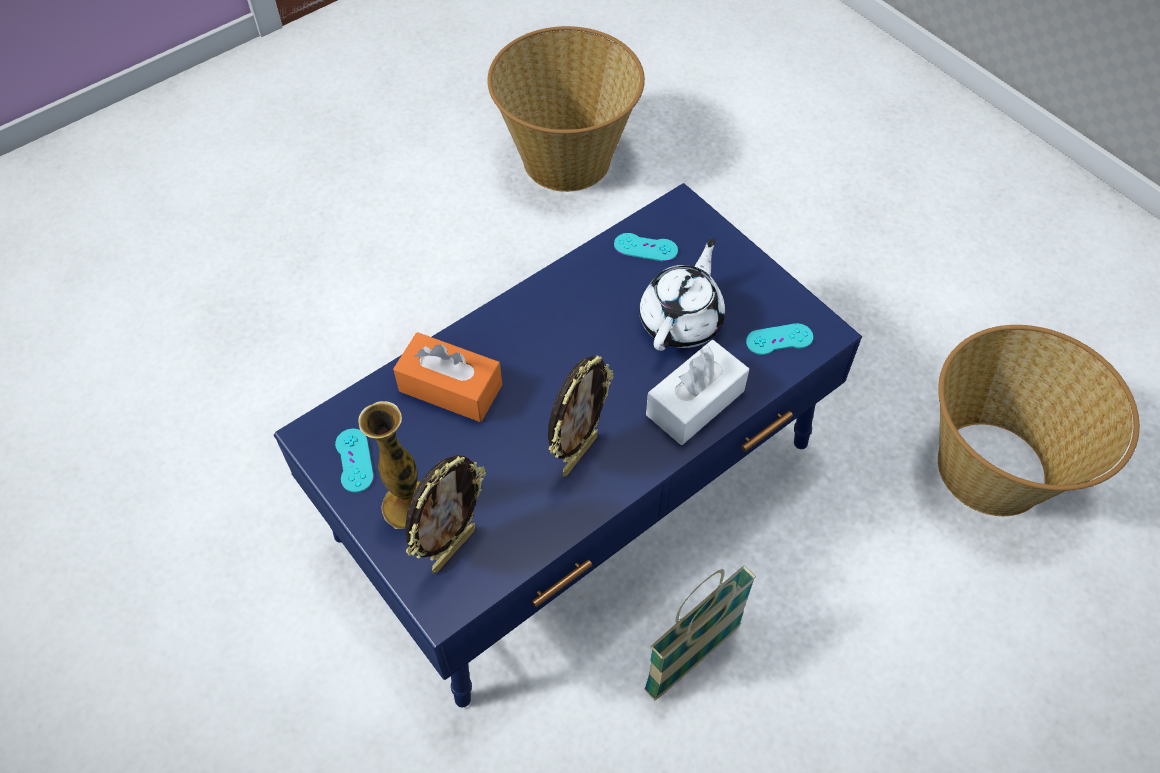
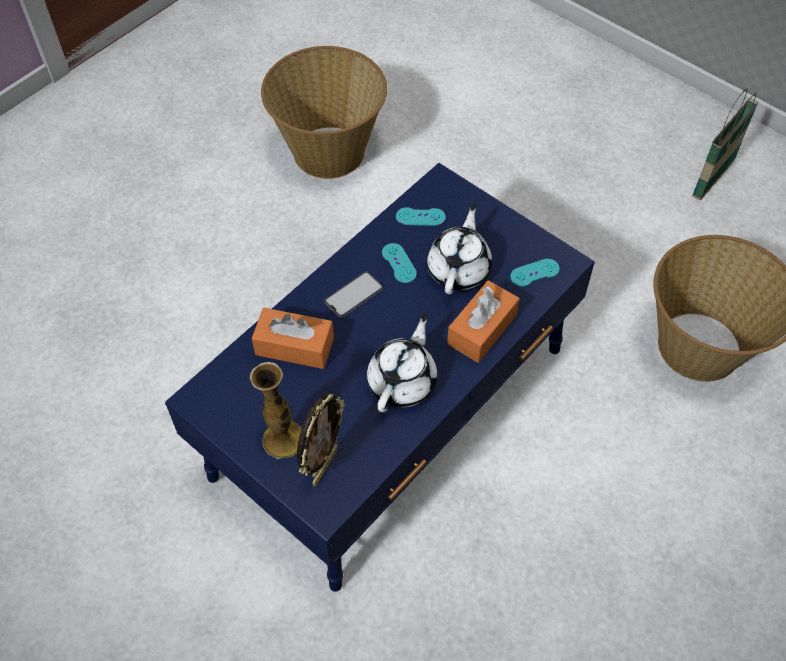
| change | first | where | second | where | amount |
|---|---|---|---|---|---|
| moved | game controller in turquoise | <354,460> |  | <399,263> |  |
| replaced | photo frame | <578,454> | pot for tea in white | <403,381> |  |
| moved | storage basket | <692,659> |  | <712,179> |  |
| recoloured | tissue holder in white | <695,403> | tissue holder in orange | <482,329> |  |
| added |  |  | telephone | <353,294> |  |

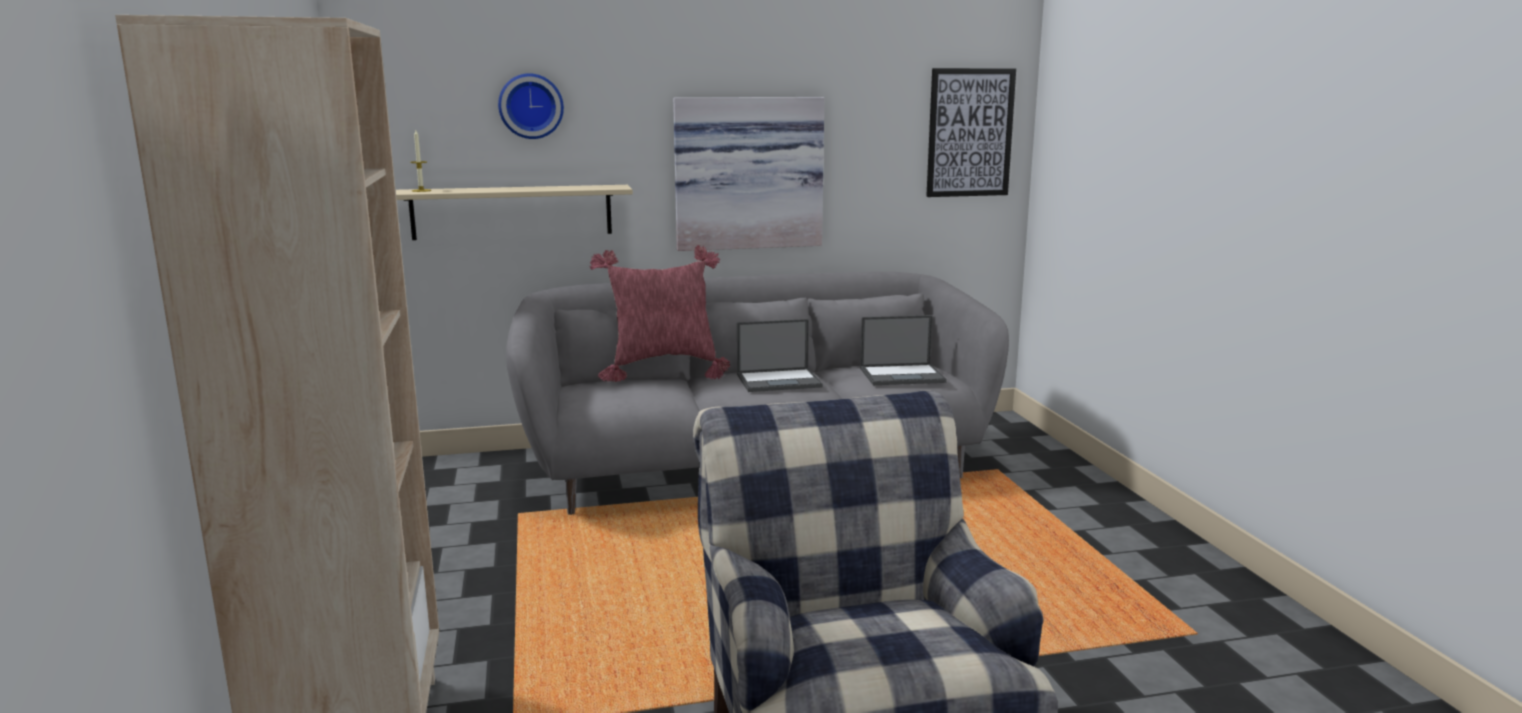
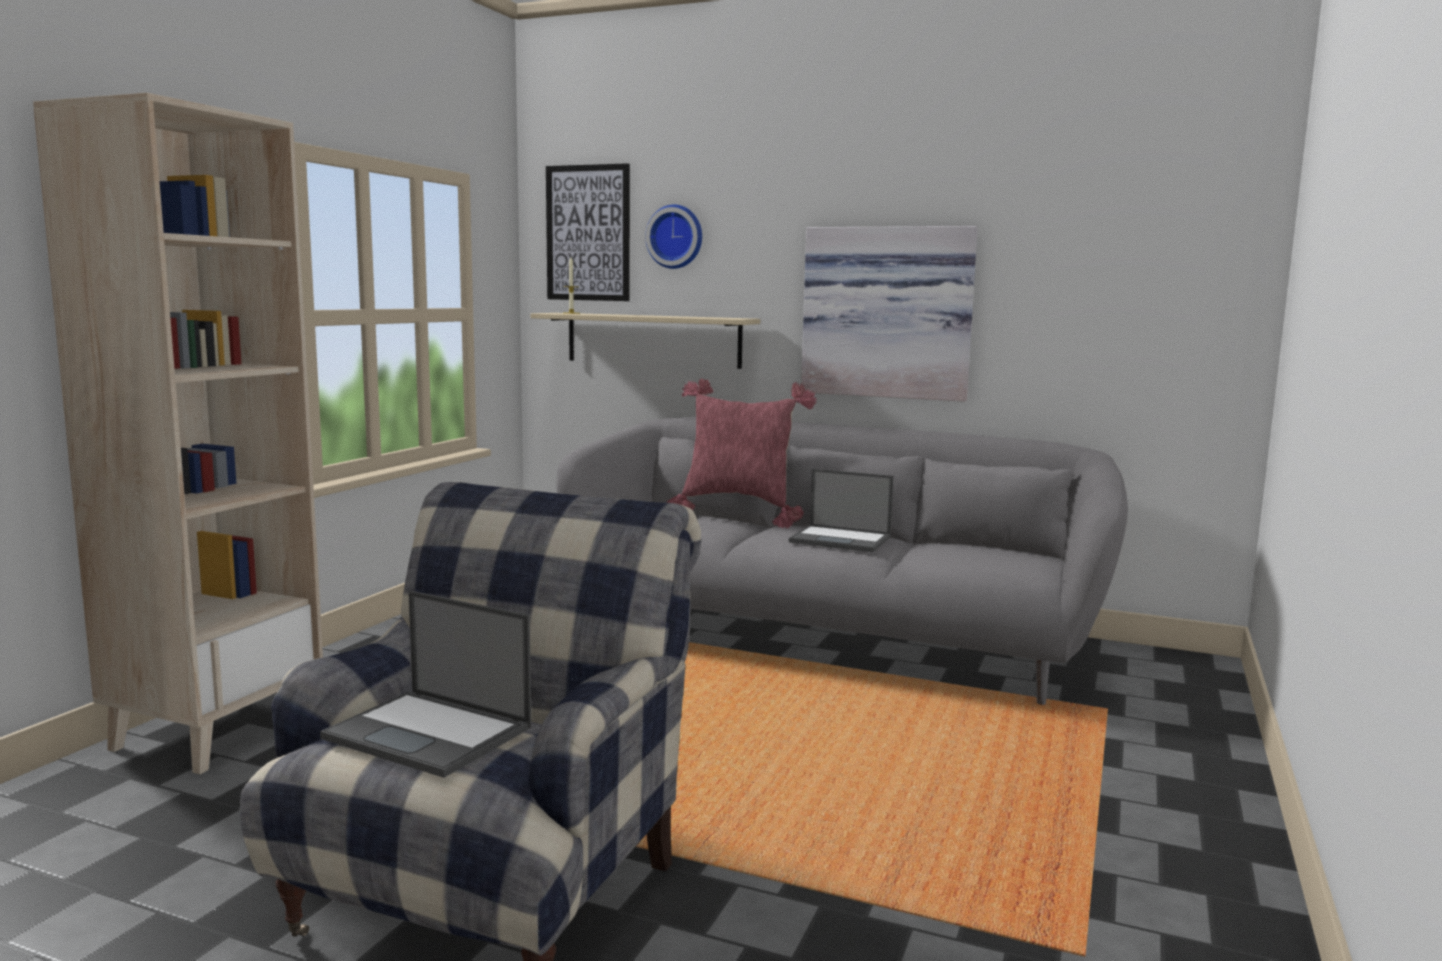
| change | first | where | second | where | amount |
|---|---|---|---|---|---|
| moved | notebook computer | <903,375> |  | <431,733> |  |
| moved | wall art | <970,133> |  | <588,233> |  |

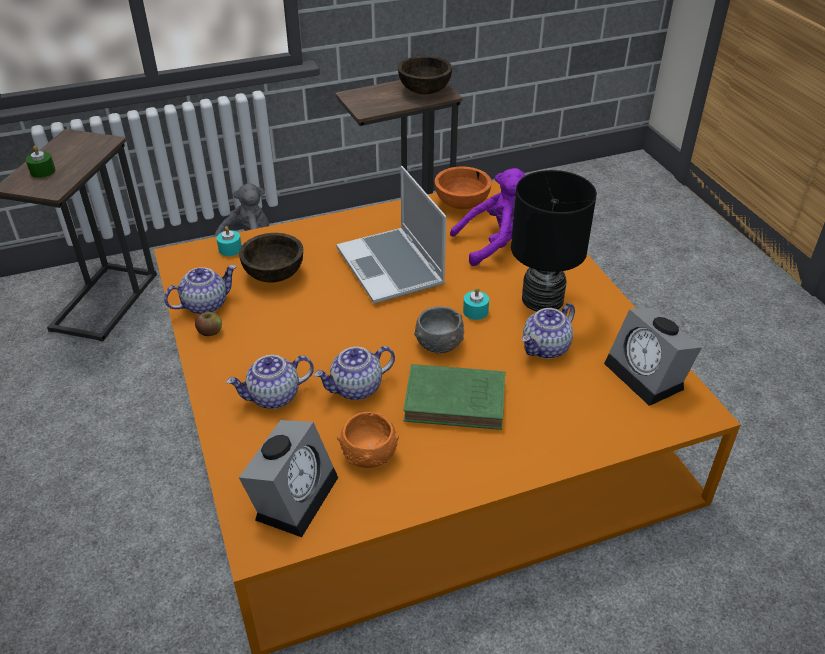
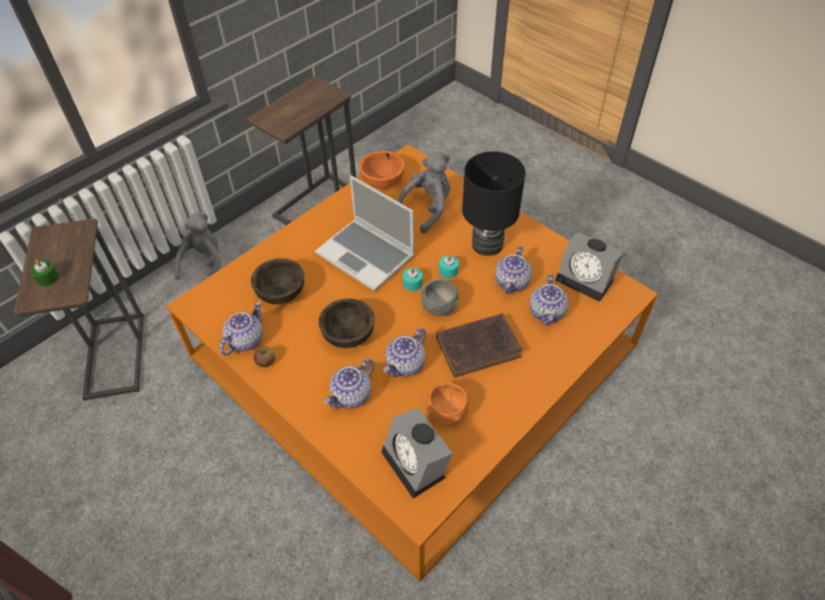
| change | first | where | second | where | amount |
|---|---|---|---|---|---|
| moved | candle in turquoise | <230,249> |  | <412,283> |  |
| turned | alarm clock | <294,494> |  | <417,464> | 150 degrees clockwise |
| moved | serving bowl in brown-coloured | <425,90> |  | <349,335> |  |
| recoloured | bound book in greenish | <458,401> | bound book in brown-coloured | <480,347> |  |
| recoloured | soft toy in purple | <494,243> | soft toy in greyish | <427,209> |  |
| added |  |  | pot for tea | <547,312> |  |

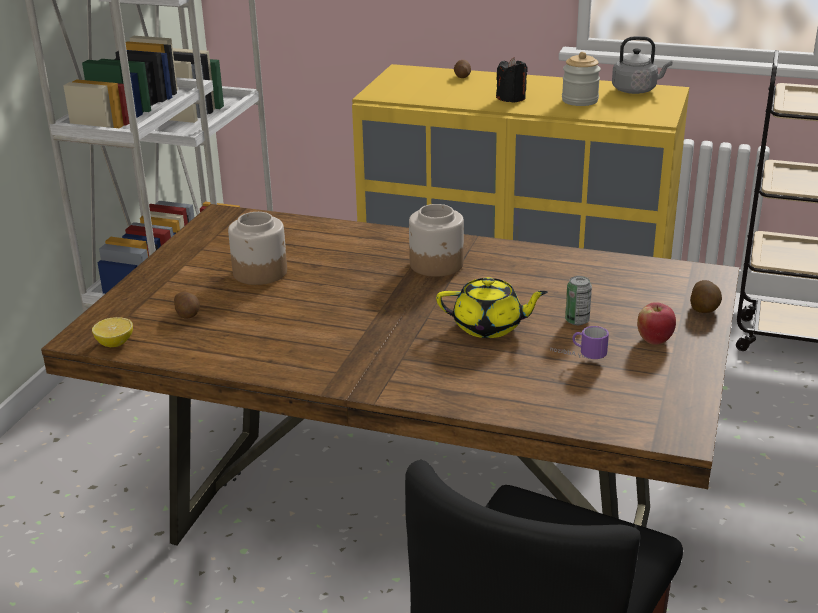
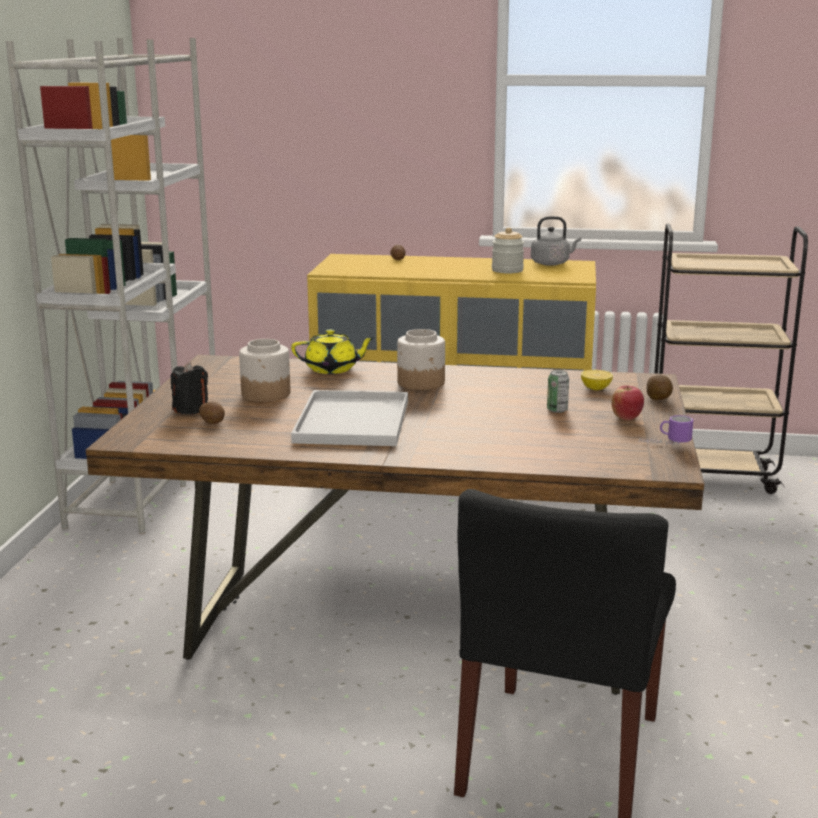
| change | first | where | second | where | amount |
|---|---|---|---|---|---|
| moved | citrus fruit | <115,343> |  | <596,388> |  |
| moved | pot for tea in yellow | <489,327> |  | <332,369> |  |
| moved | candle in black | <511,98> |  | <191,409> |  |
| moved | mug | <578,357> |  | <664,444> |  |
| added |  |  | tray in white | <353,422> |  |

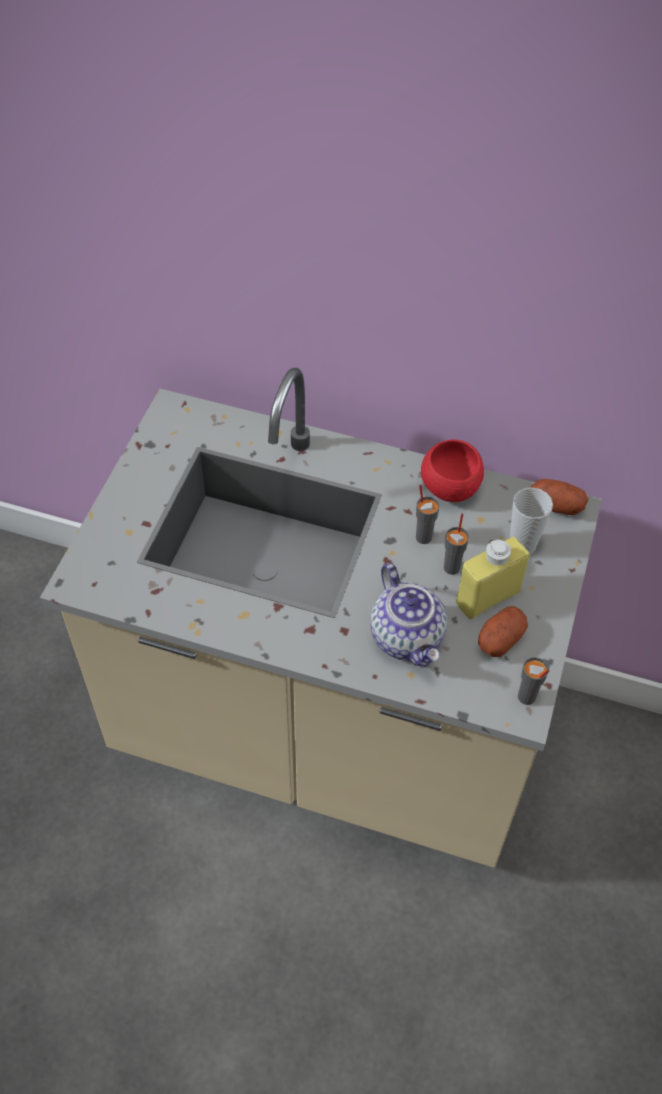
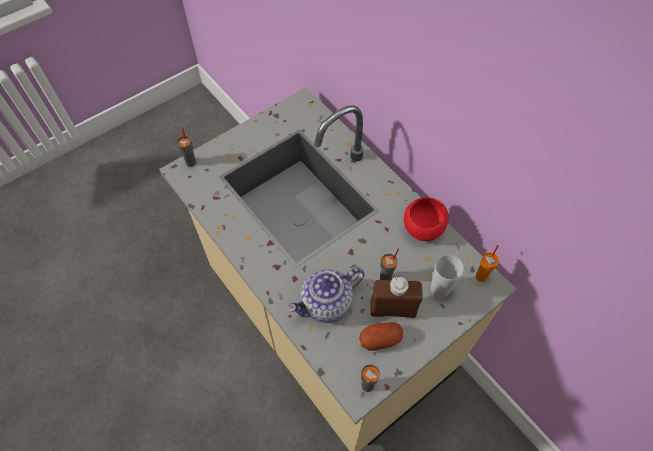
| change | first | where | second | where | amount |
|---|---|---|---|---|---|
| turned | pot for tea | <408,637> |  | <326,304> | 45 degrees clockwise |
| moved | drinking cup in greyish | <423,537> |  | <191,162> |  |
| recoloured | drink bottle in yellow | <487,597> | drink bottle in brown-coloured | <392,309> |  |
| replaced | potato | <555,505> | drinking cup in orange | <481,276> |  |

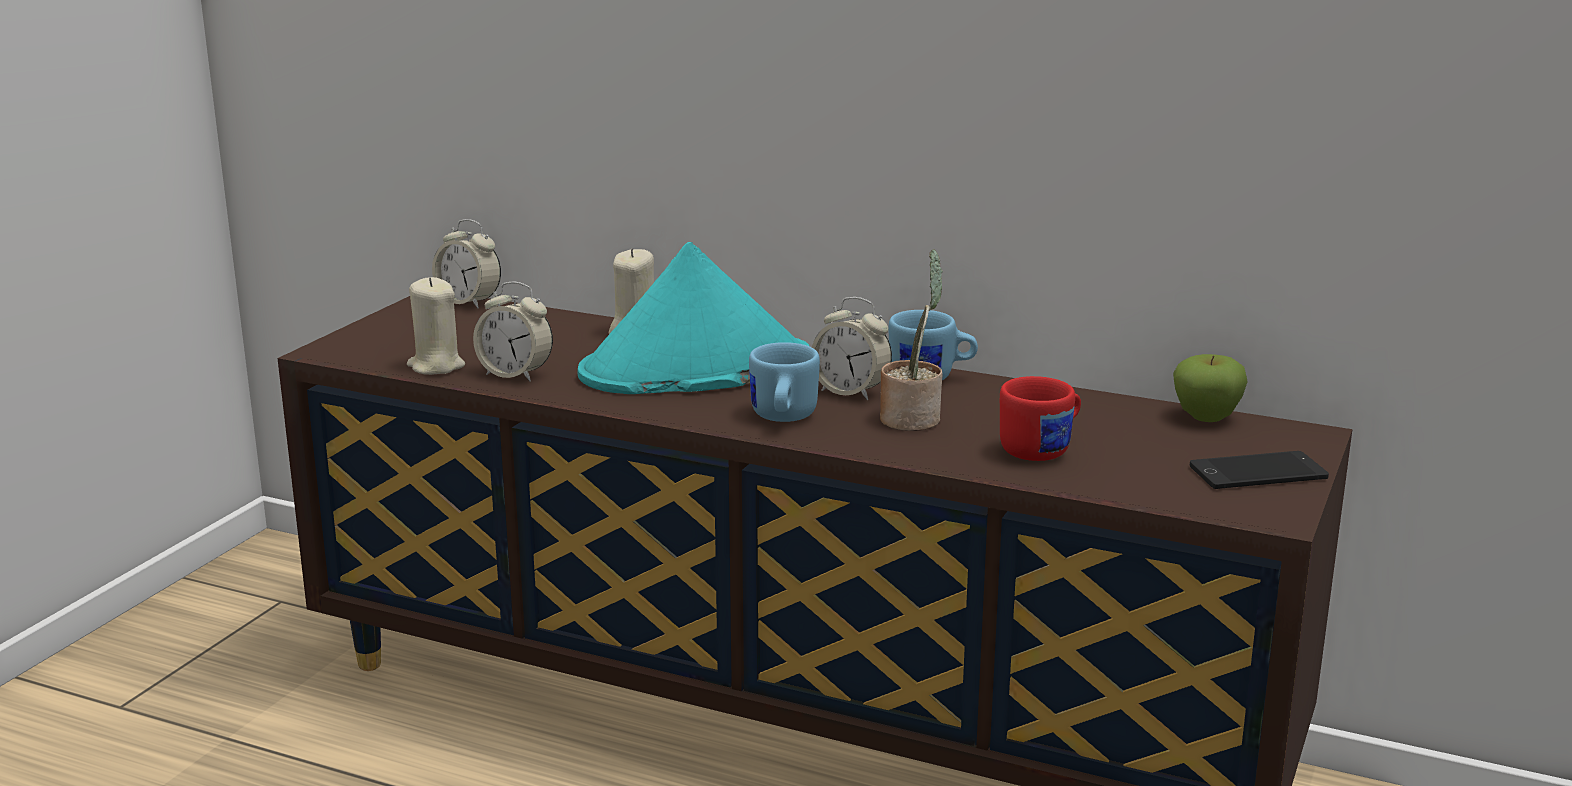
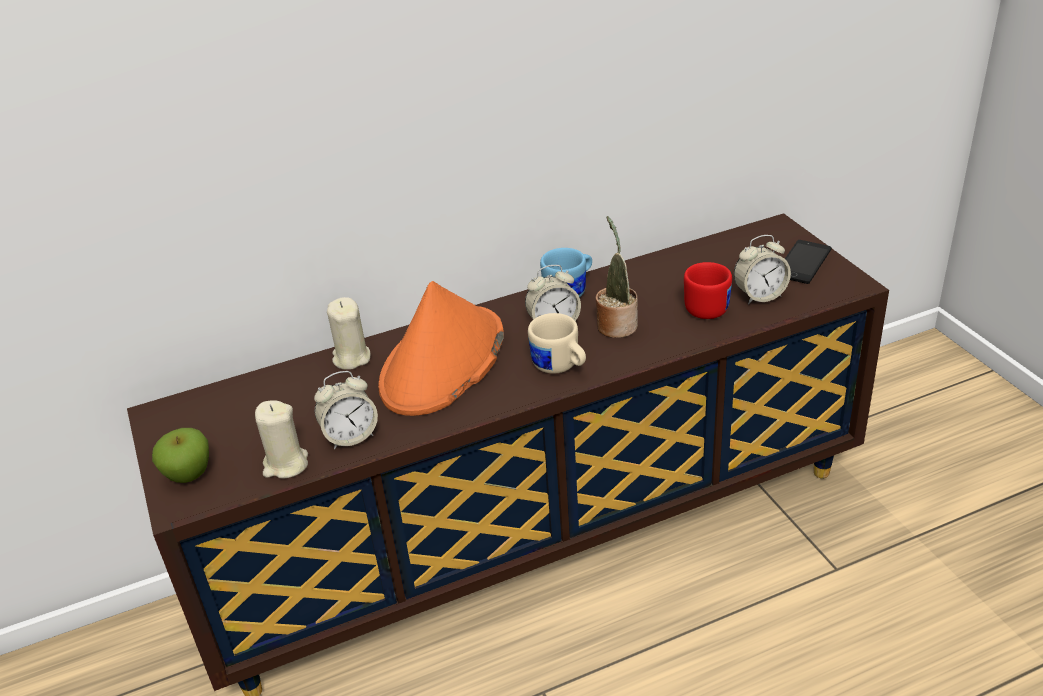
| change | first | where | second | where | amount |
|---|---|---|---|---|---|
| moved | alarm clock | <469,302> |  | <760,296> |  |
| recoloured | clothing hat in turquoise | <694,369> | clothing hat in orange | <443,363> |  |
| recoloured | mug in bluish | <782,418> | mug in beige-coloured | <560,367> |  |
| moved | whole apple | <1206,417> |  | <189,475> |  |

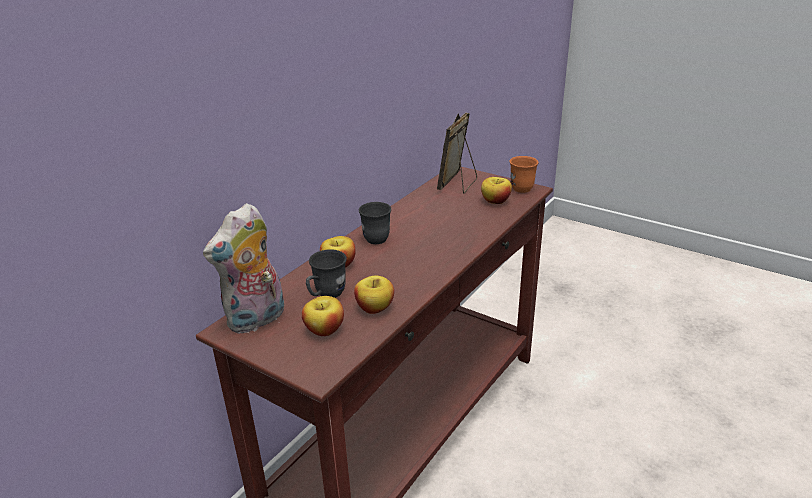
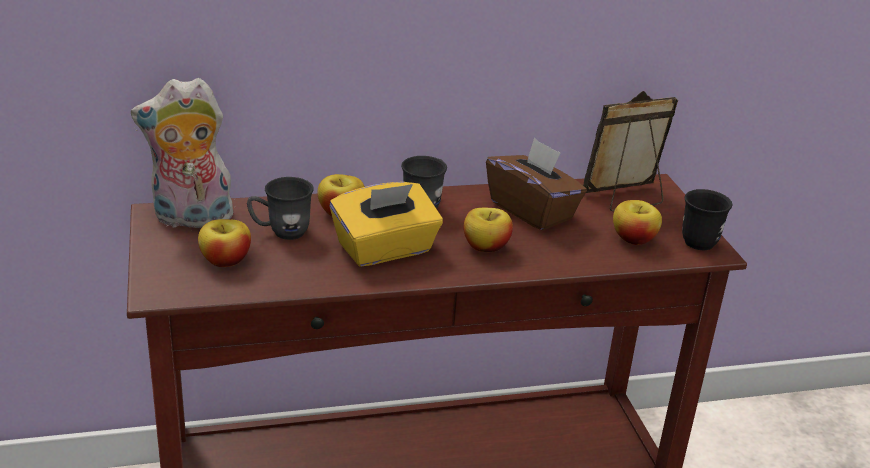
| change | first | where | second | where | amount |
|---|---|---|---|---|---|
| moved | whole apple | <375,308> |  | <485,247> |  |
| recoloured | mug in orange | <519,186> | mug in black | <701,239> |  |
| added |  |  | tissue holder in yellow | <385,250> |  |
| added |  |  | tissue holder in brown-coloured | <532,211> |  |

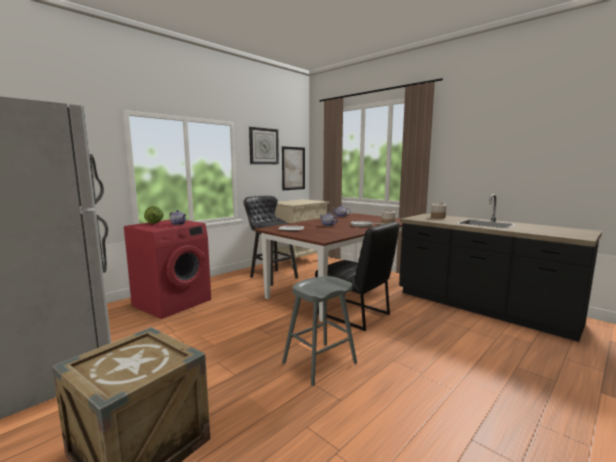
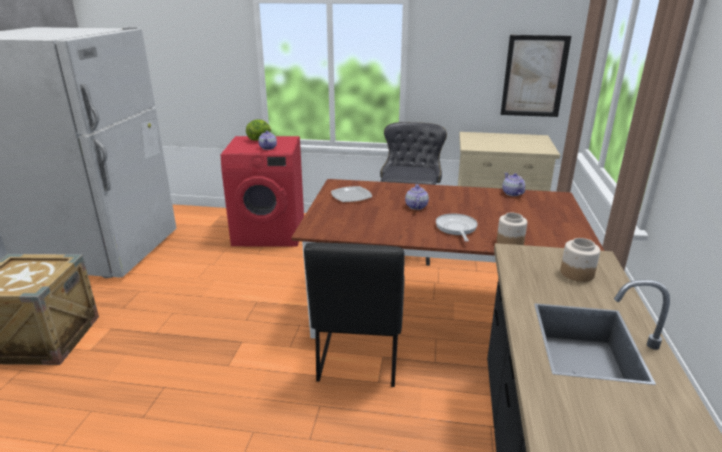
| change | first | where | second | where | amount |
|---|---|---|---|---|---|
| removed | clock on the wall | <263,146> |  |  |  |
| removed | sitting stool in greyish | <319,363> |  |  |  |

